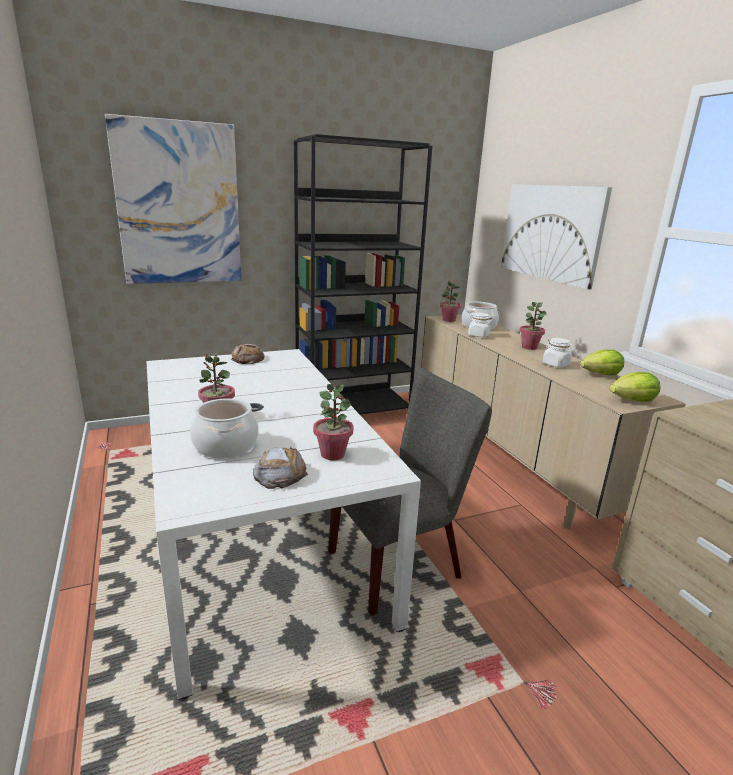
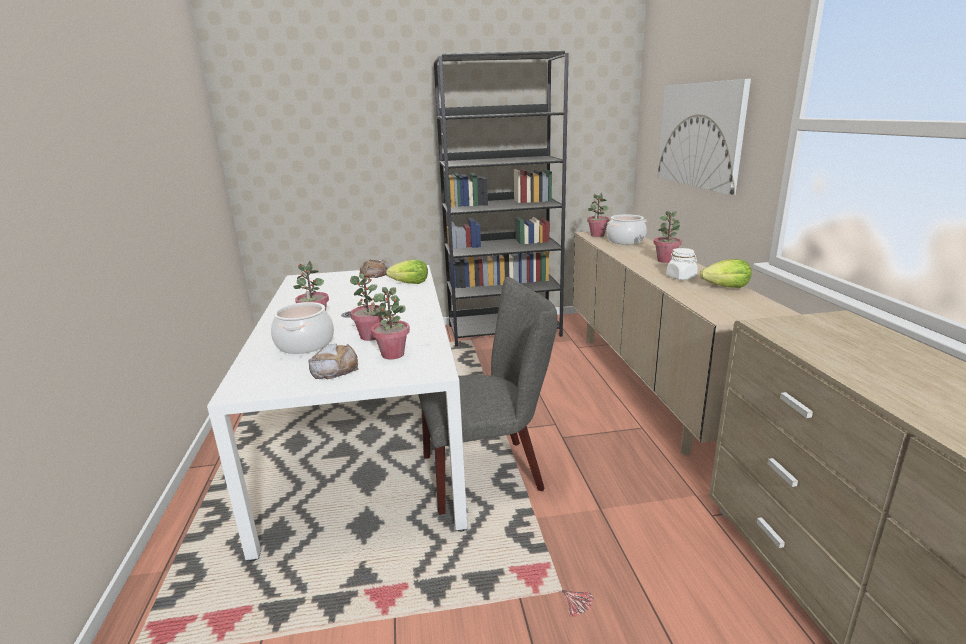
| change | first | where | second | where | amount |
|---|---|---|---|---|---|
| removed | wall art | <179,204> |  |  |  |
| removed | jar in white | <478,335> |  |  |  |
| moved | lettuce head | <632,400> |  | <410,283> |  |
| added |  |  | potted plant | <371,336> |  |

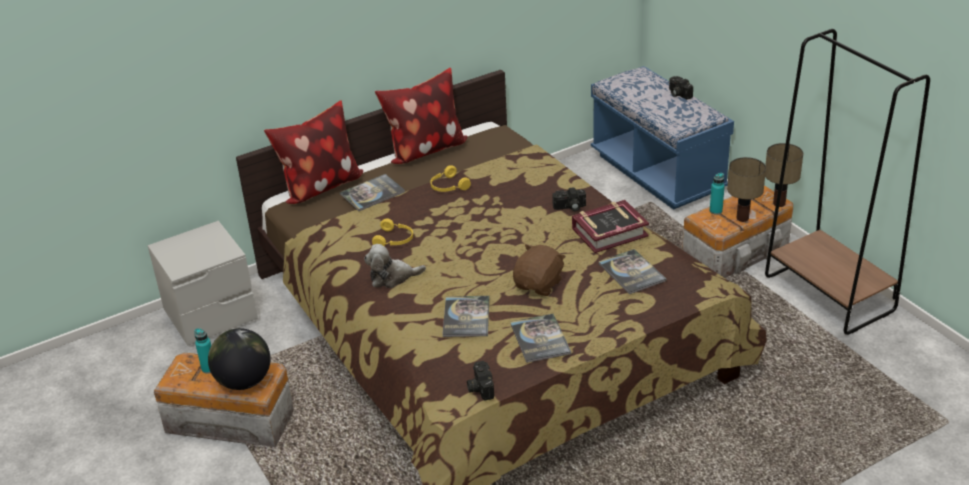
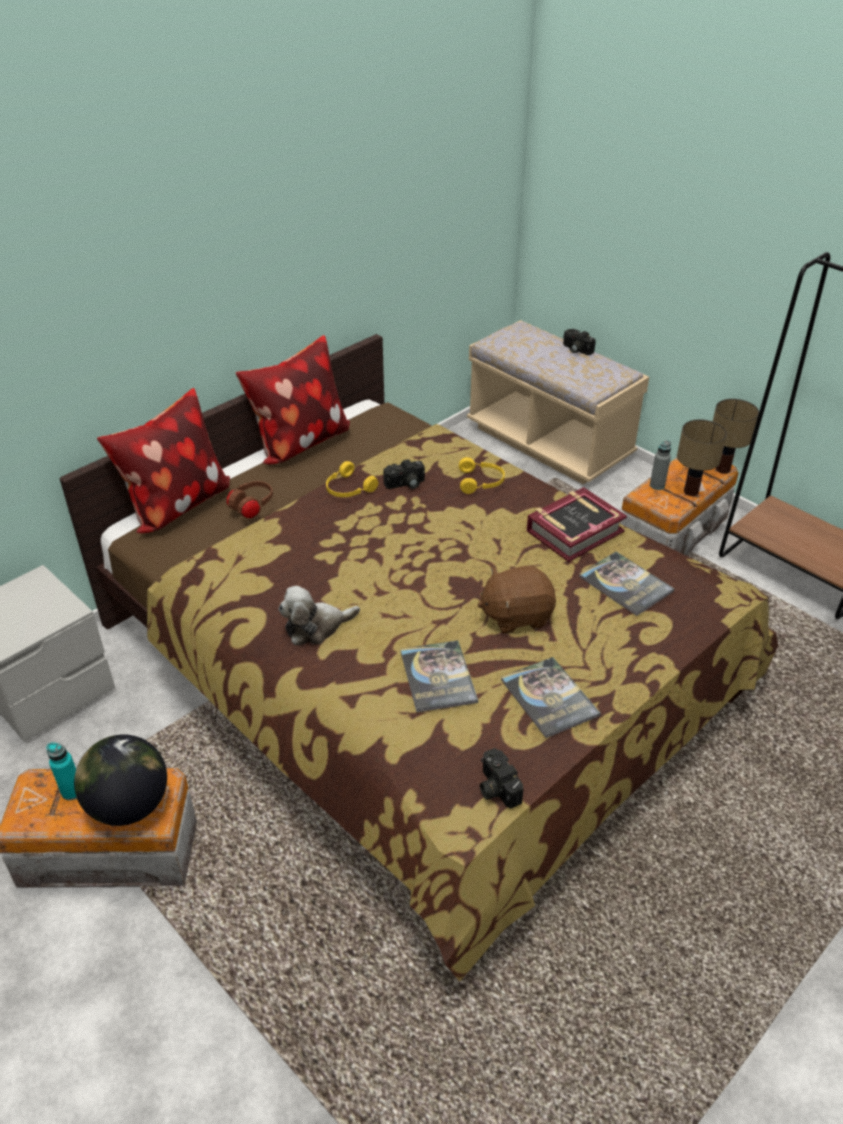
| change | first | where | second | where | amount |
|---|---|---|---|---|---|
| replaced | bound book | <372,193> | headset in brown-coloured | <252,508> |  |
| moved | headset in yellow | <395,240> |  | <481,482> |  |
| turned | soft toy in brown-coloured | <539,284> |  | <516,615> | 120 degrees counterclockwise |
| moved | still camera | <569,207> |  | <405,484> |  |
| recoloured | indoor bench in bluish | <657,173> | indoor bench in beige-coloured | <549,442> |  |
| recoloured | drink bottle in turquoise | <716,211> | drink bottle in greyish | <657,485> |  |

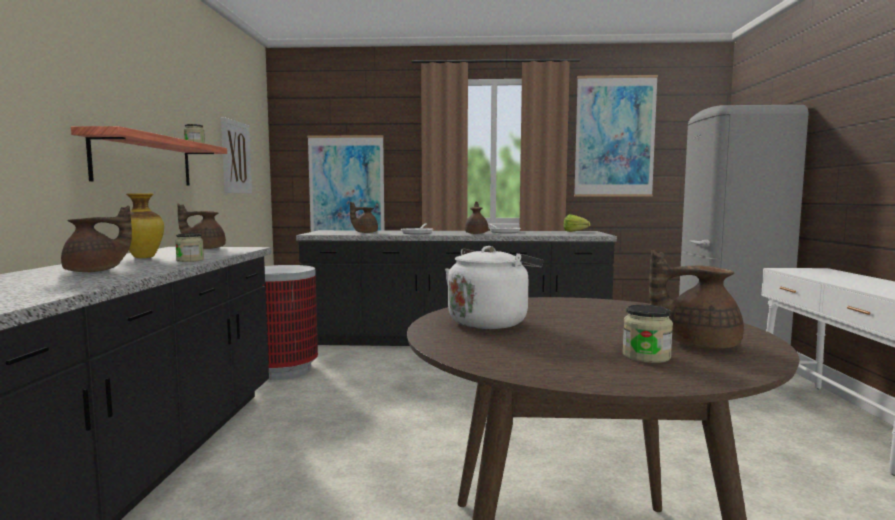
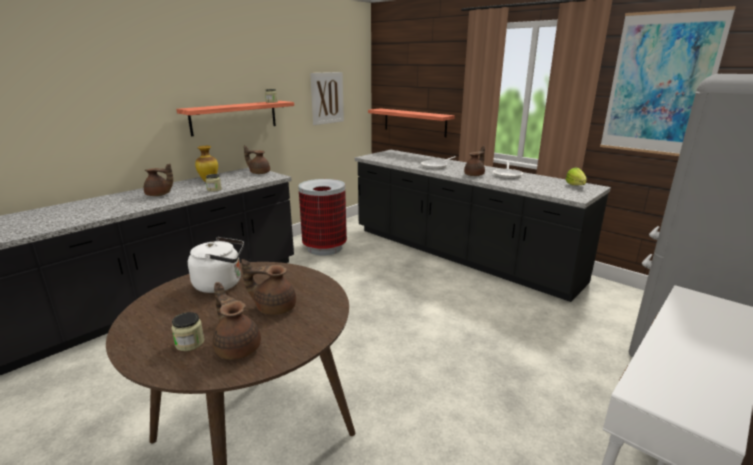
| change | first | where | second | where | amount |
|---|---|---|---|---|---|
| replaced | wall art | <347,193> | shelf | <414,122> |  |
| moved | pot for tea in brown-coloured | <364,232> |  | <274,307> |  |

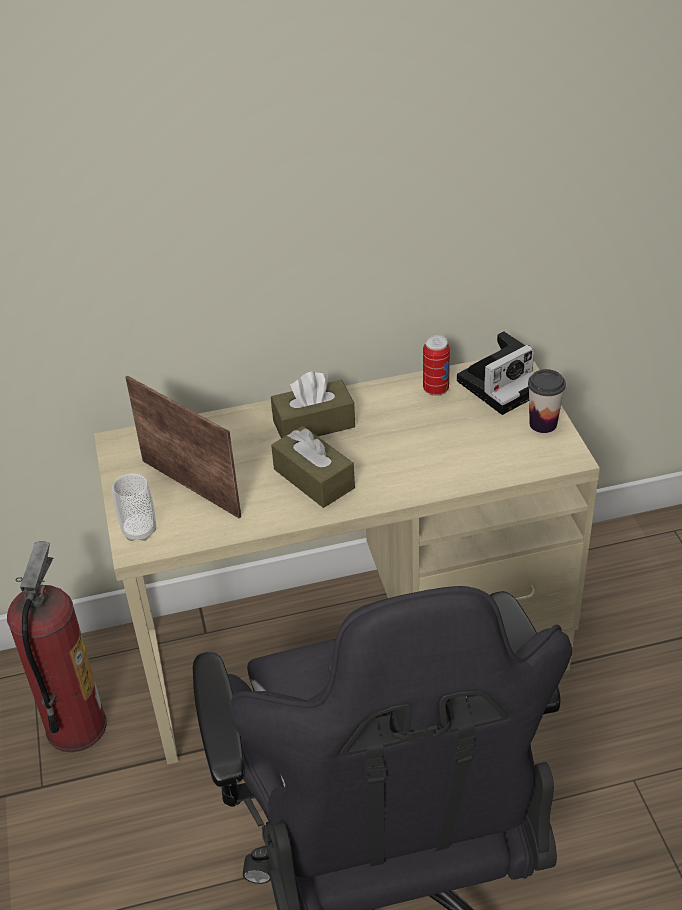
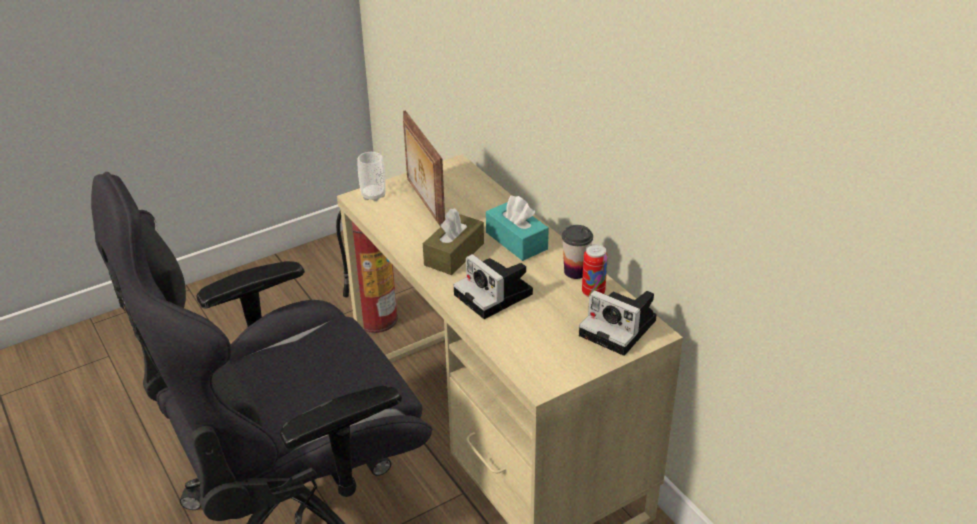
| change | first | where | second | where | amount |
|---|---|---|---|---|---|
| turned | photo frame | <192,486> |  | <424,205> | 135 degrees clockwise |
| recoloured | tissue holder in brown-coloured | <314,424> | tissue holder in turquoise | <516,241> |  |
| moved | drinking cup | <543,424> |  | <575,271> |  |
| added |  |  | still camera | <496,295> |  |

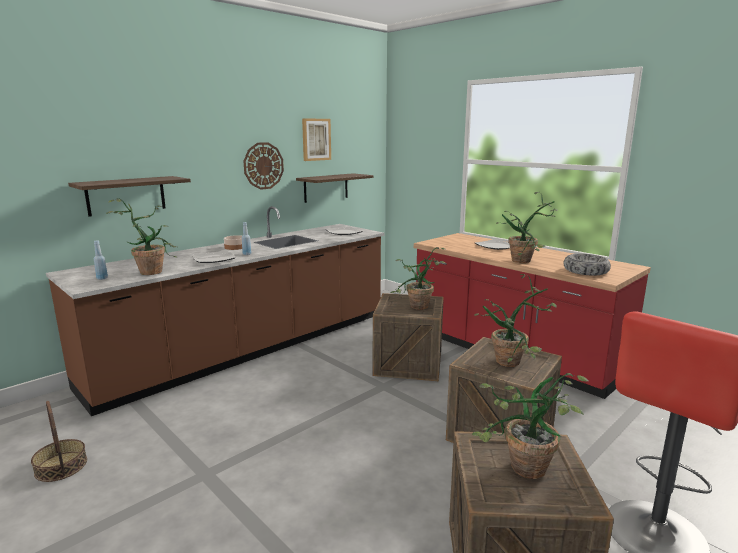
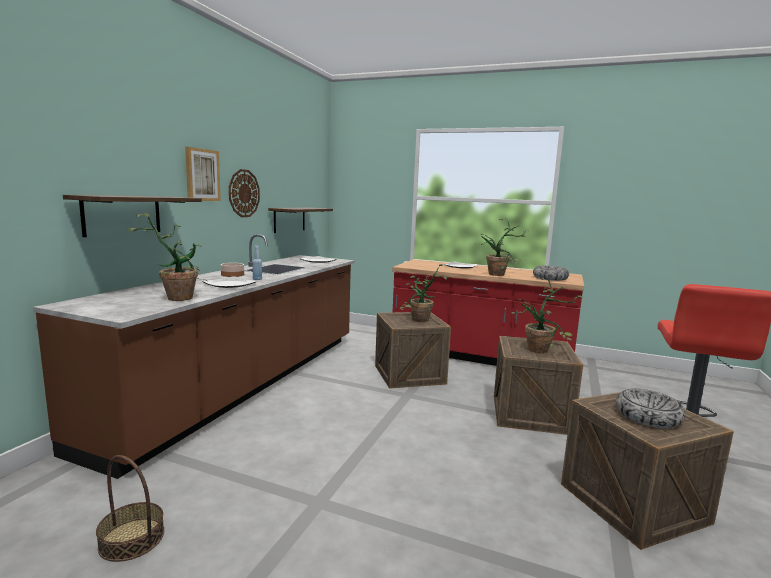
| change | first | where | second | where | amount |
|---|---|---|---|---|---|
| removed | drink bottle in bluish | <102,278> |  |  |  |
| moved | wall art | <316,139> |  | <202,175> |  |
| replaced | potted plant | <522,472> | serving bowl | <647,416> |  |

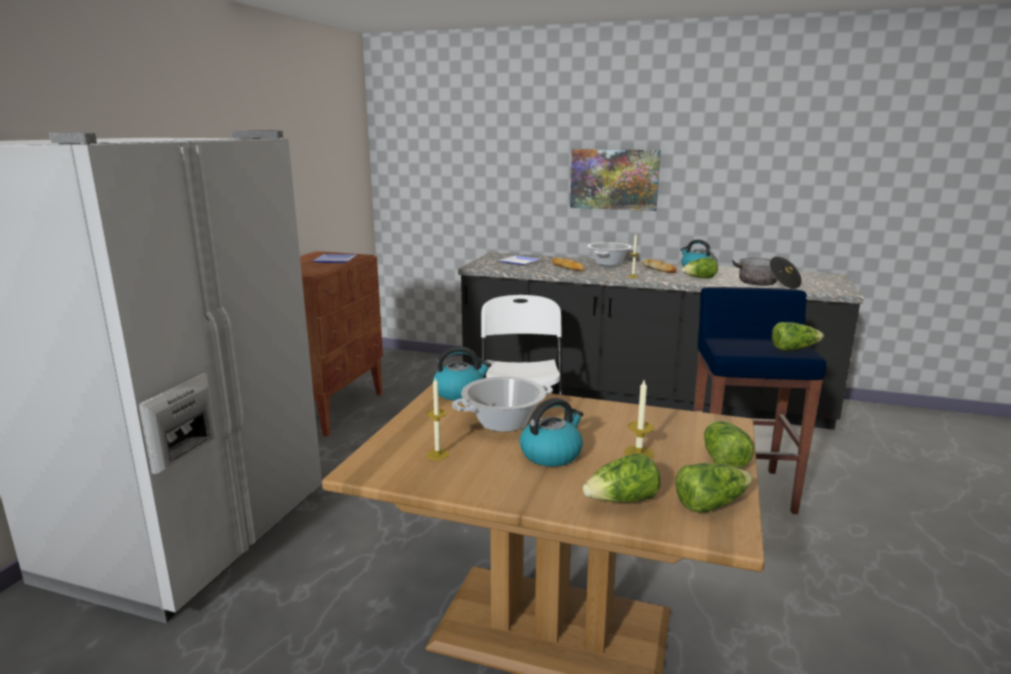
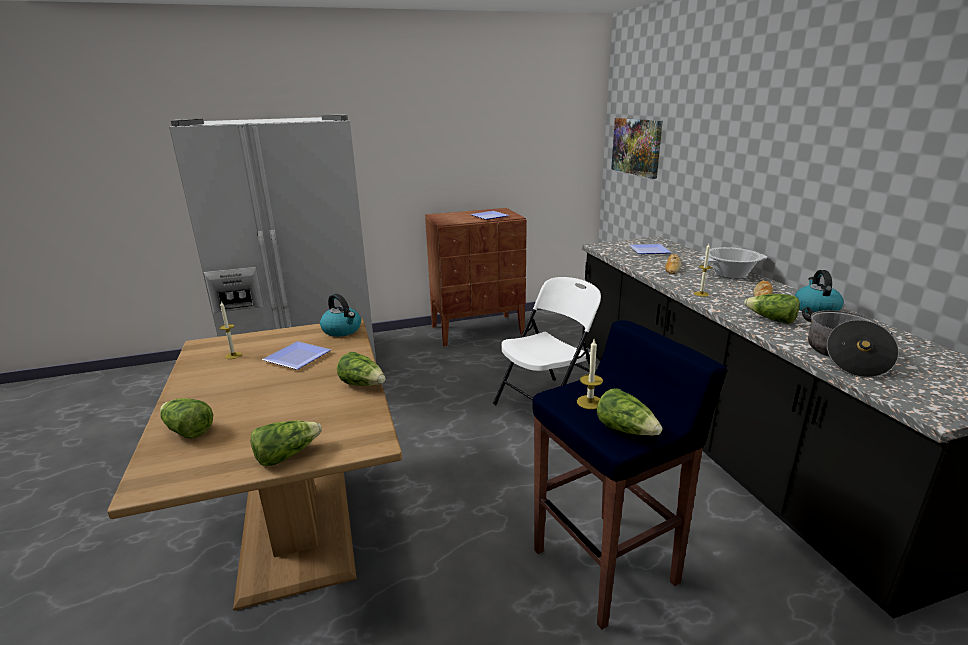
| change | first | where | second | where | amount |
|---|---|---|---|---|---|
| replaced | stockpot | <503,422> | plate | <300,357> |  |
| removed | tea kettle | <551,454> |  |  |  |
| moved | wall art | <614,179> |  | <636,146> |  |
| moved | candle | <638,453> |  | <590,402> |  |
| moved | lettuce head | <710,504> |  | <363,384> |  |

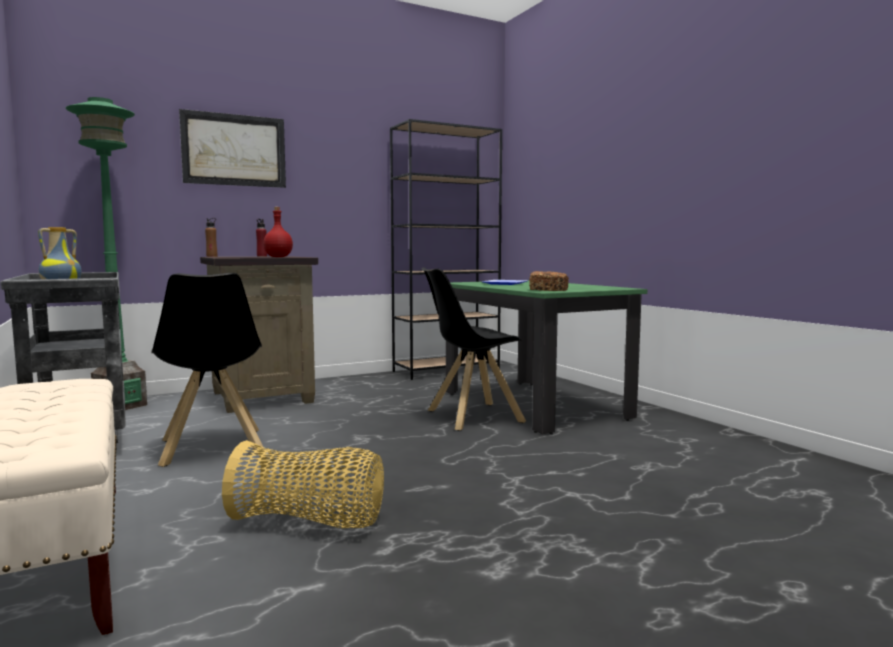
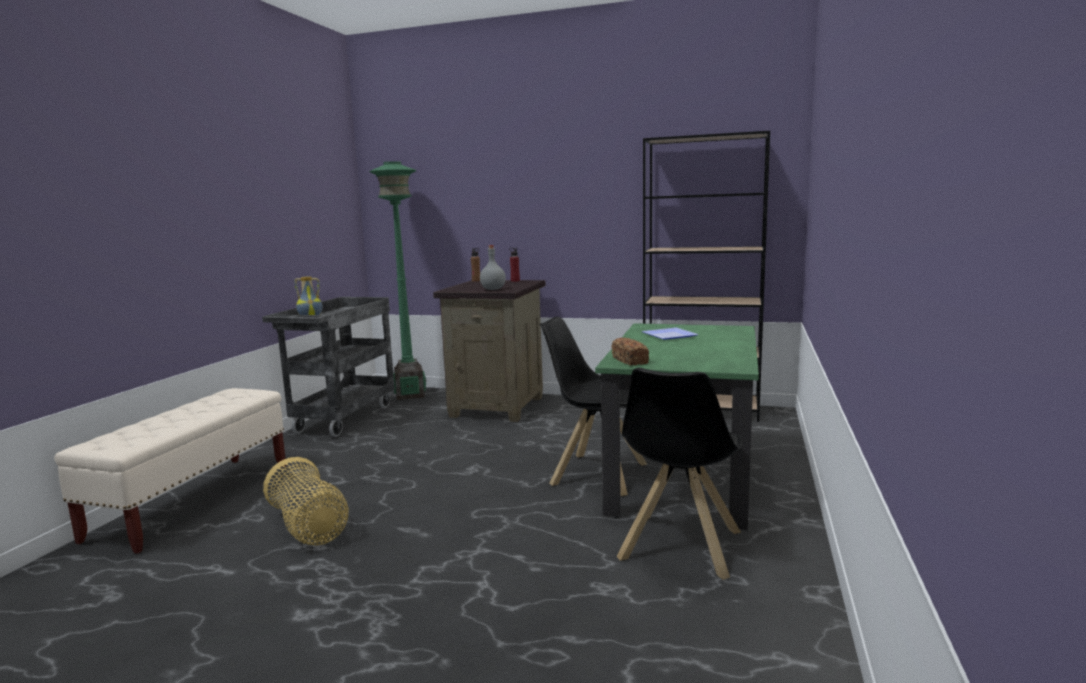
| change | first | where | second | where | amount |
|---|---|---|---|---|---|
| moved | plain chair in black | <212,448> |  | <679,547> |  |
| removed | wall art | <234,150> |  |  |  |
| recoloured | drink bottle in red | <278,257> | drink bottle in greyish | <492,289> |  |

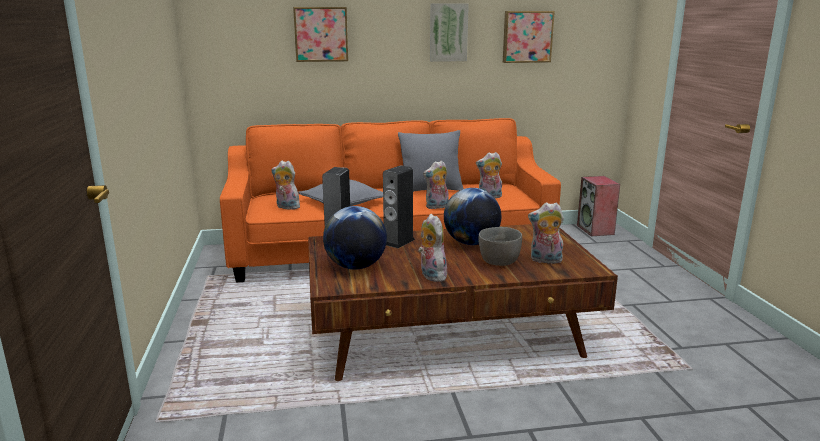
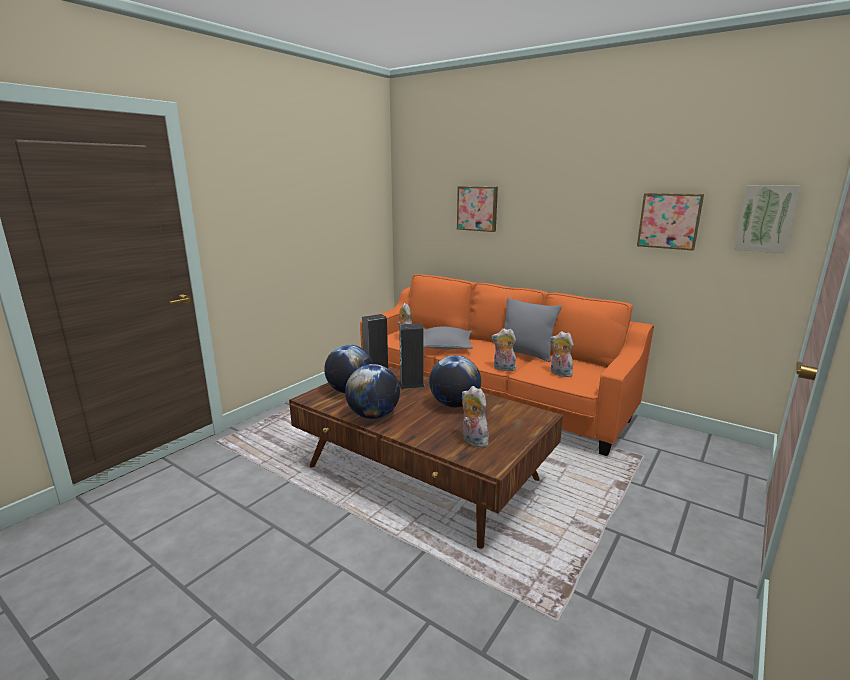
| change | first | where | second | where | amount |
|---|---|---|---|---|---|
| replaced | soft toy | <431,275> | world globe | <373,415> |  |
| moved | wall art | <448,32> |  | <765,218> |  |
| removed | serving bowl in greyish | <498,262> |  |  |  |
| removed | audio speaker | <596,230> |  |  |  |

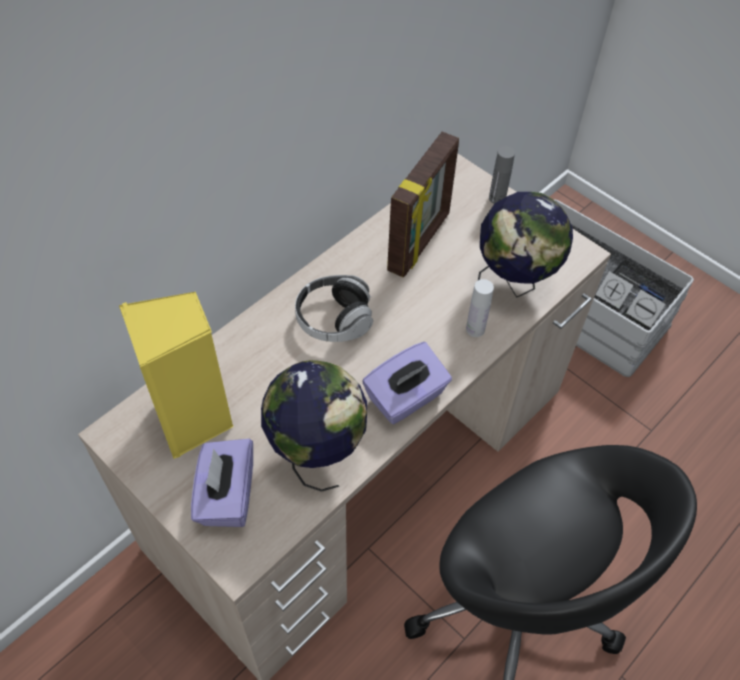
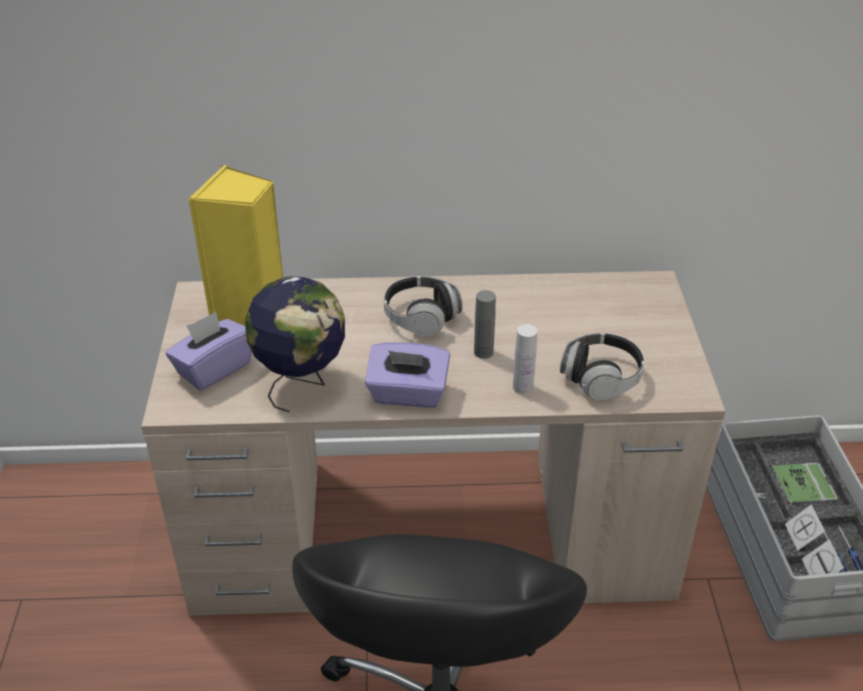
| change | first | where | second | where | amount |
|---|---|---|---|---|---|
| removed | photo frame | <420,242> |  |  |  |
| replaced | world globe | <514,283> | headset | <601,378> |  |
| moved | drink bottle in greyish | <497,198> |  | <483,352> |  |

